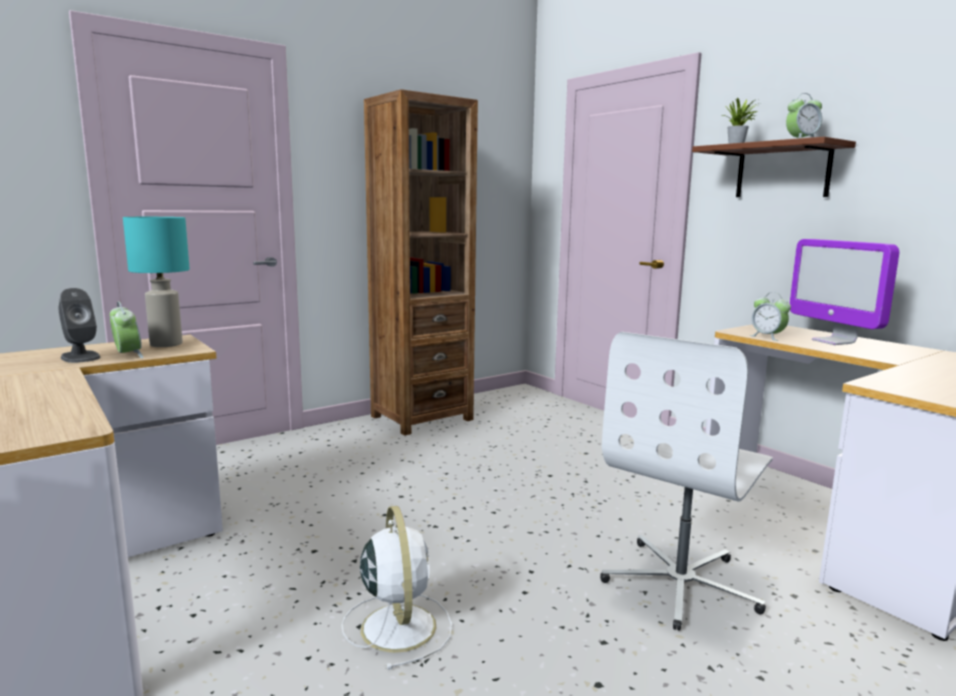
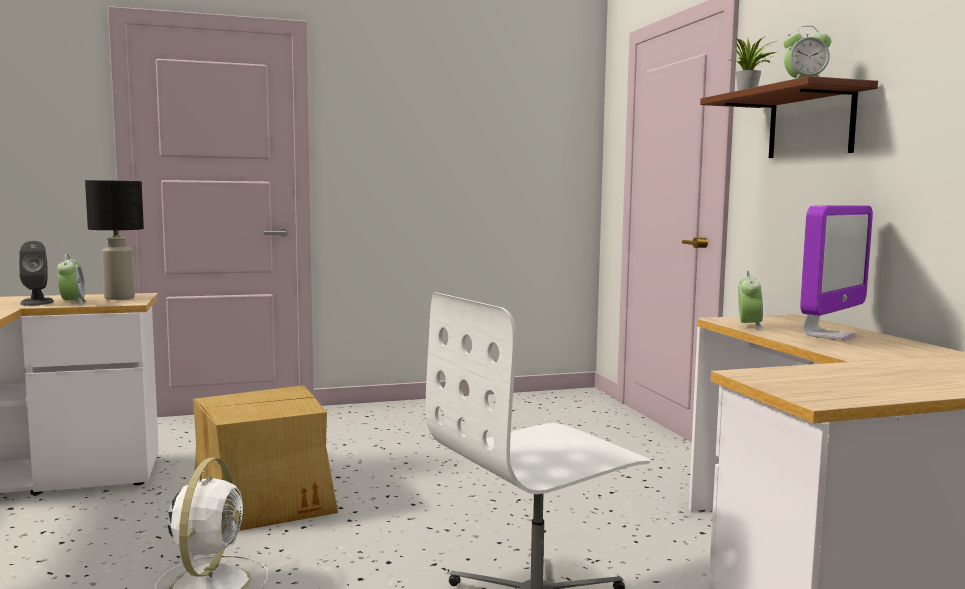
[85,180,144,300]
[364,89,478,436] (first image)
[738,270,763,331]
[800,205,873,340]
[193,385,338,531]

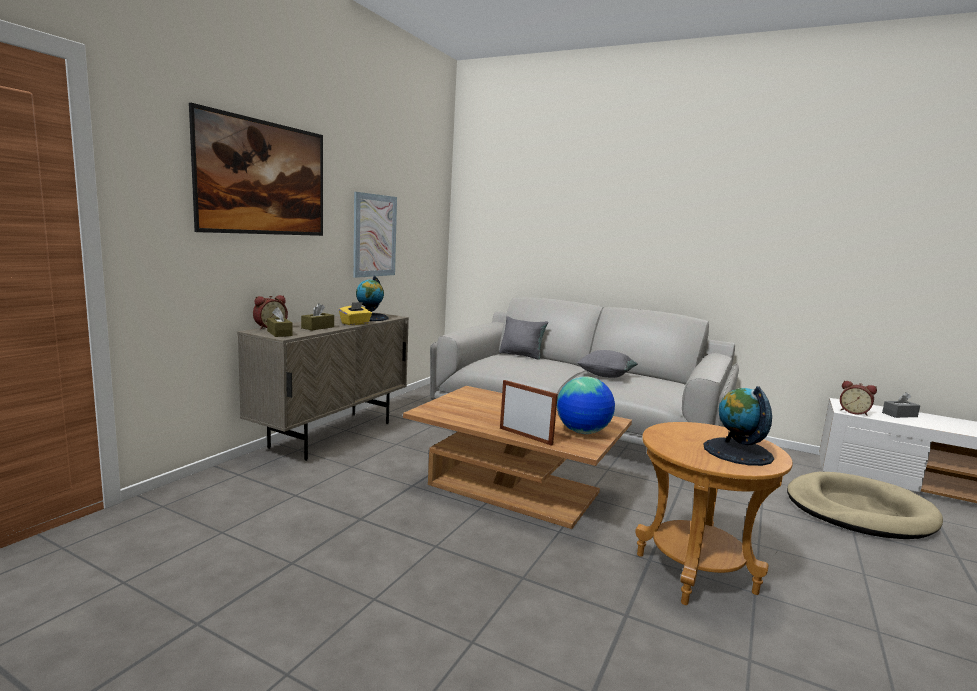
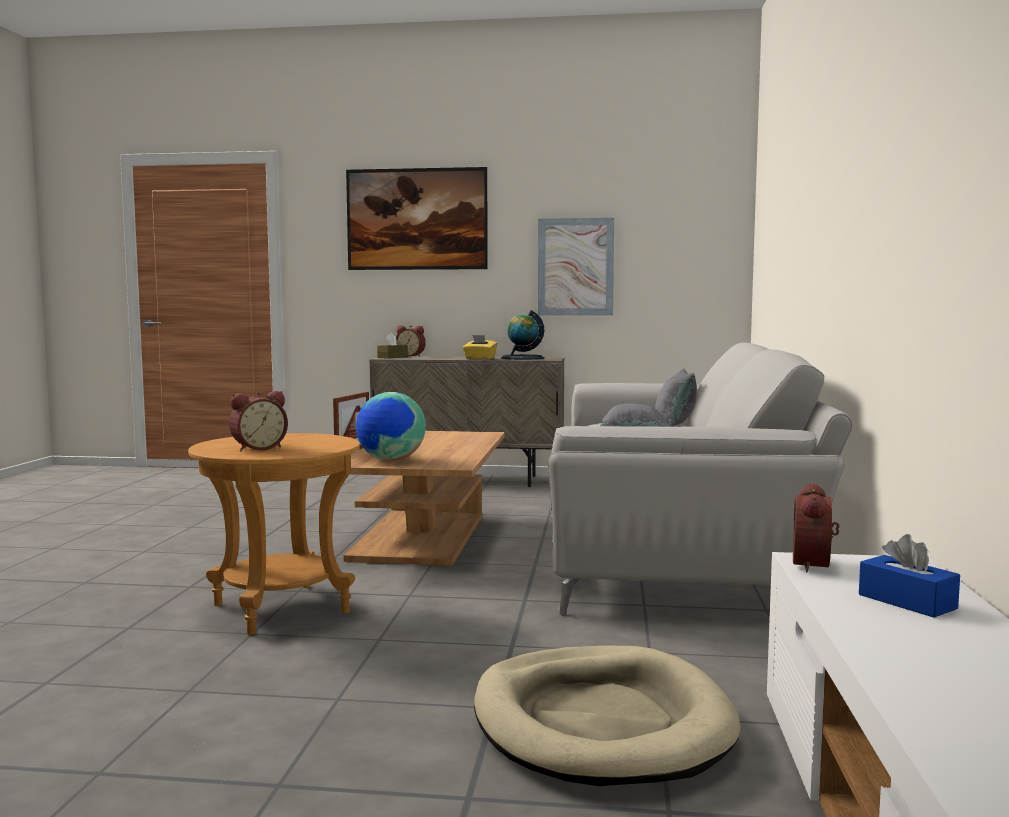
[301,303,334,330] (first image)
[229,391,288,451]
[859,534,960,618]

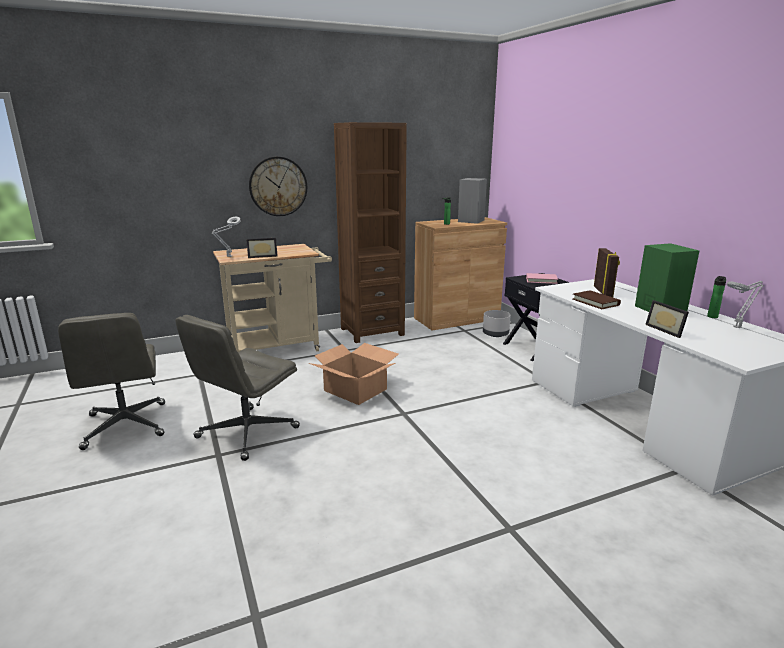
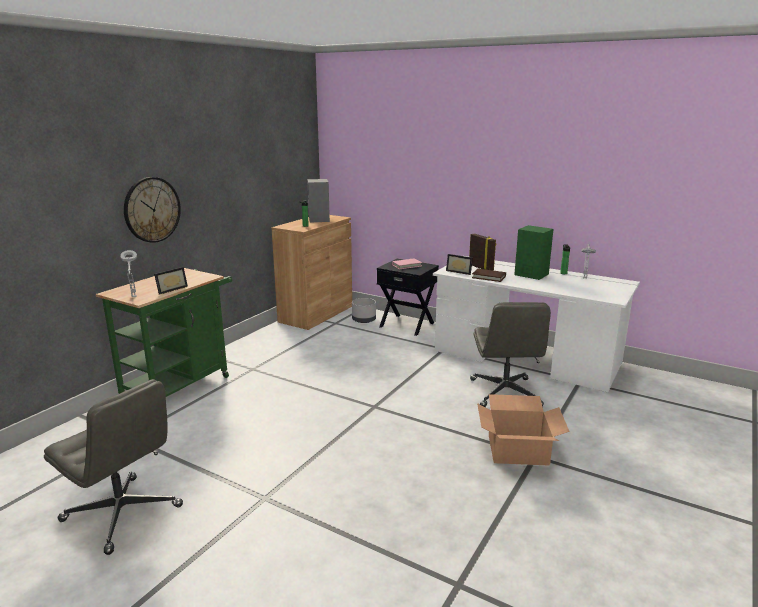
[470,302,551,407]
[96,268,232,397]
[477,394,570,466]
[334,122,407,343] (first image)
[446,254,473,275]

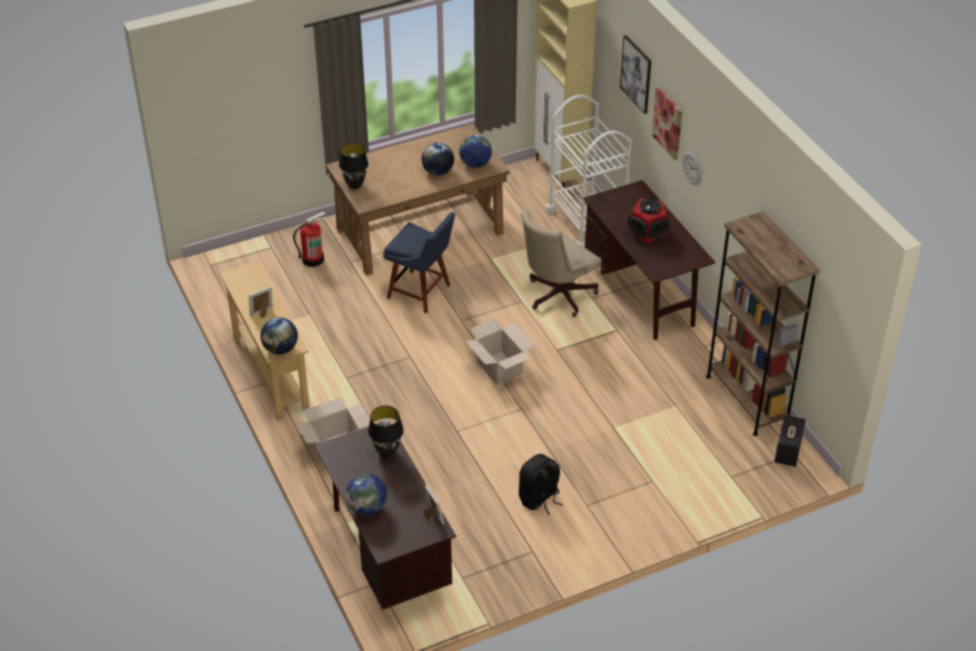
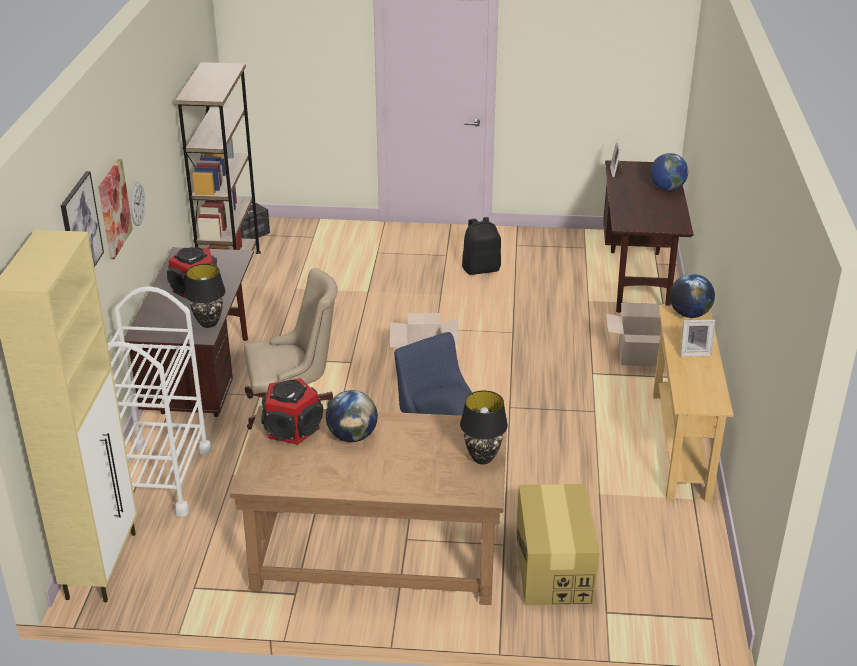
[516,484,599,605]
[185,264,226,328]
[261,378,323,445]

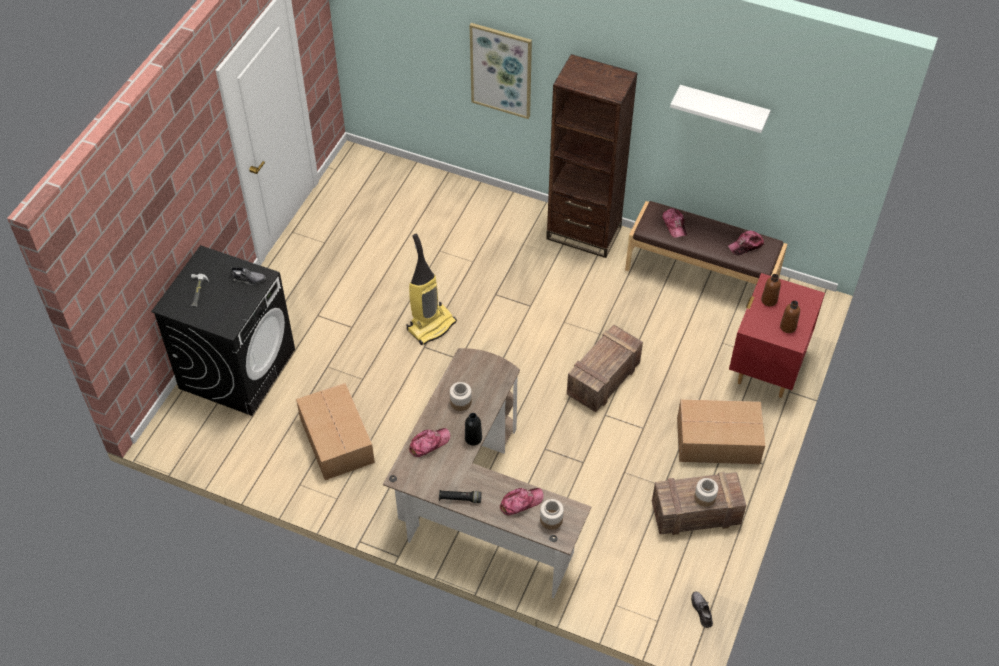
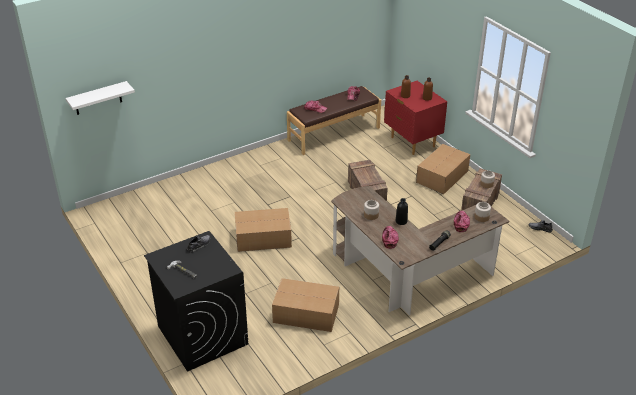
[235,208,292,252]
[470,23,532,119] (first image)
[546,54,638,258] (first image)
[66,81,135,115]

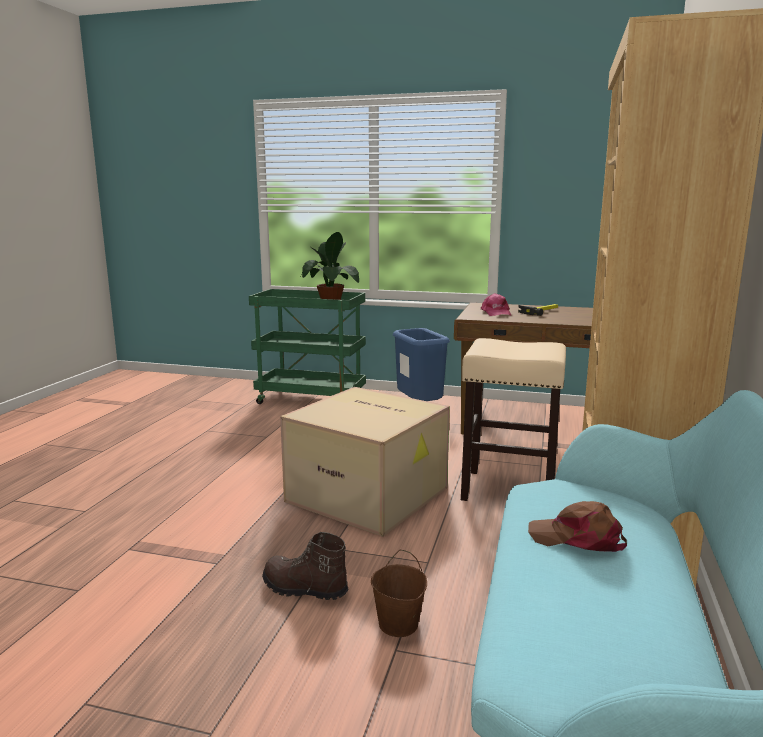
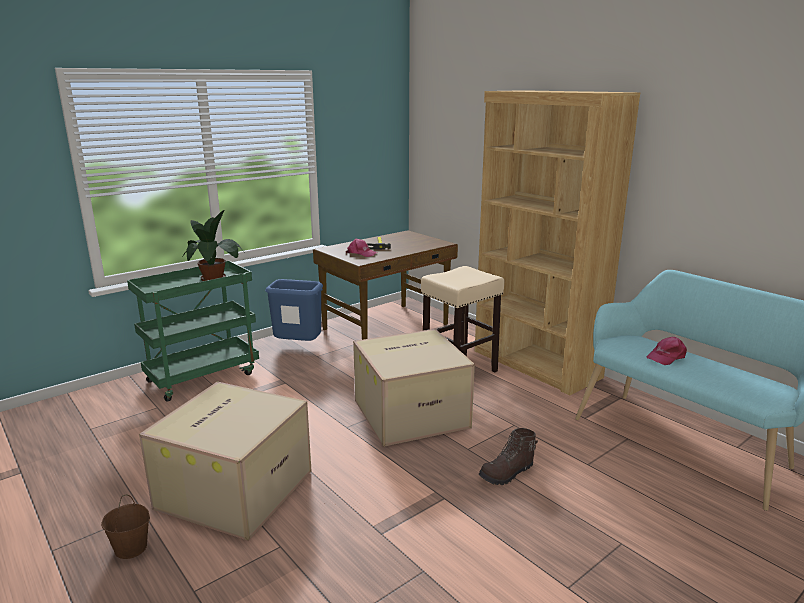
[101,495,150,559]
[647,337,687,365]
[139,381,311,541]

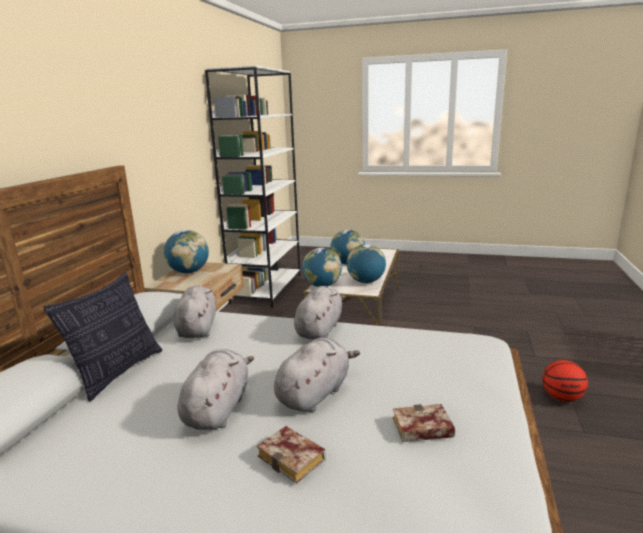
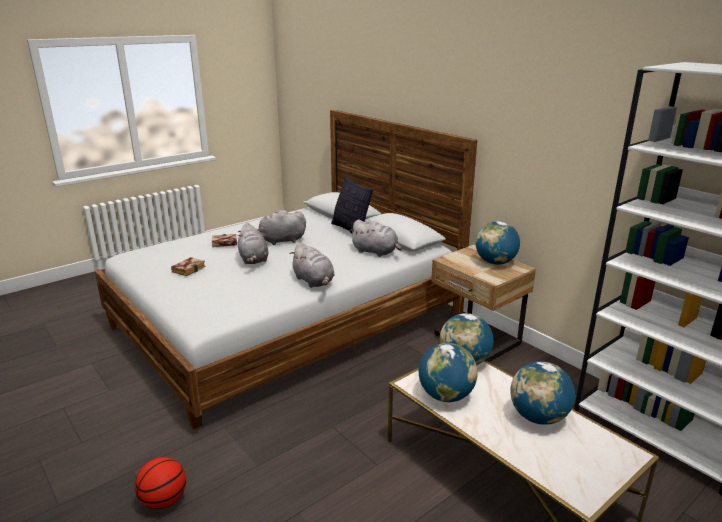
[258,210,306,245]

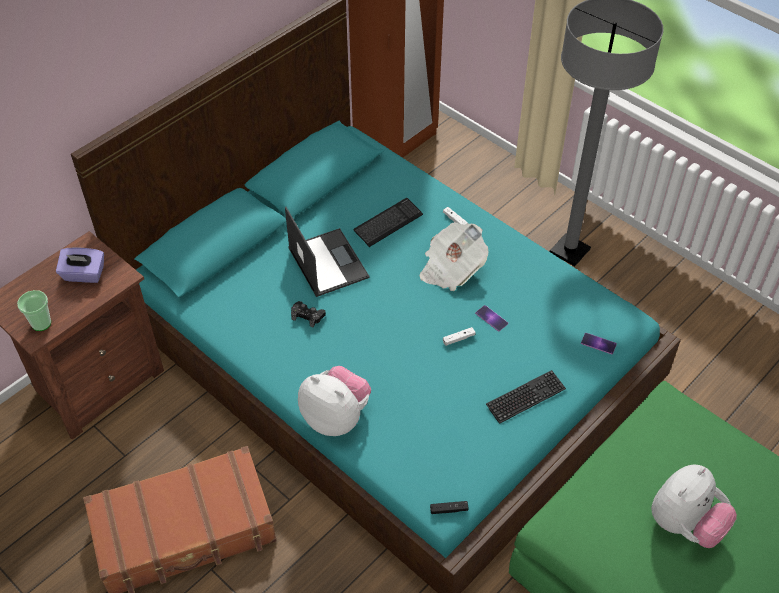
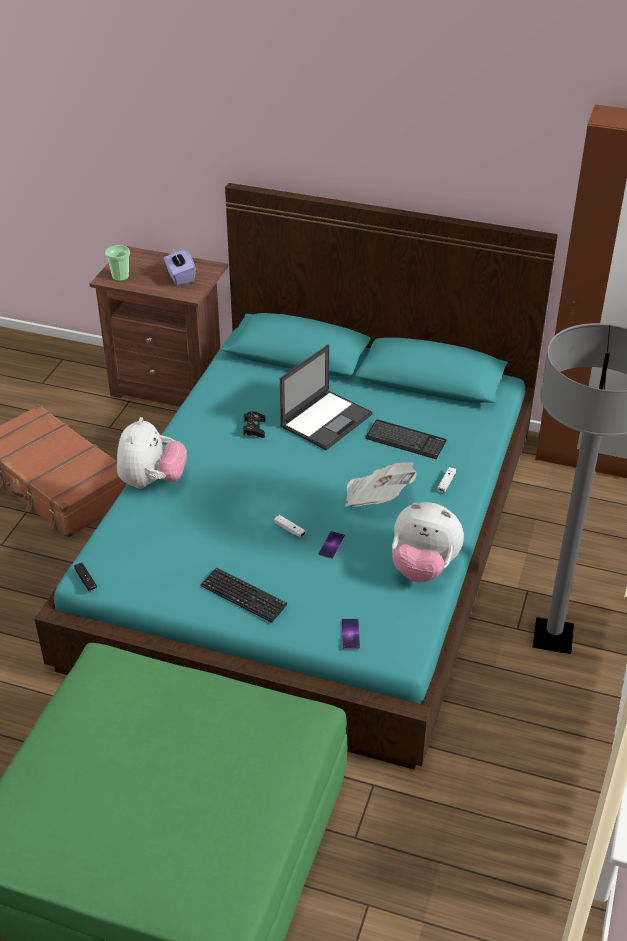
[392,502,464,582]

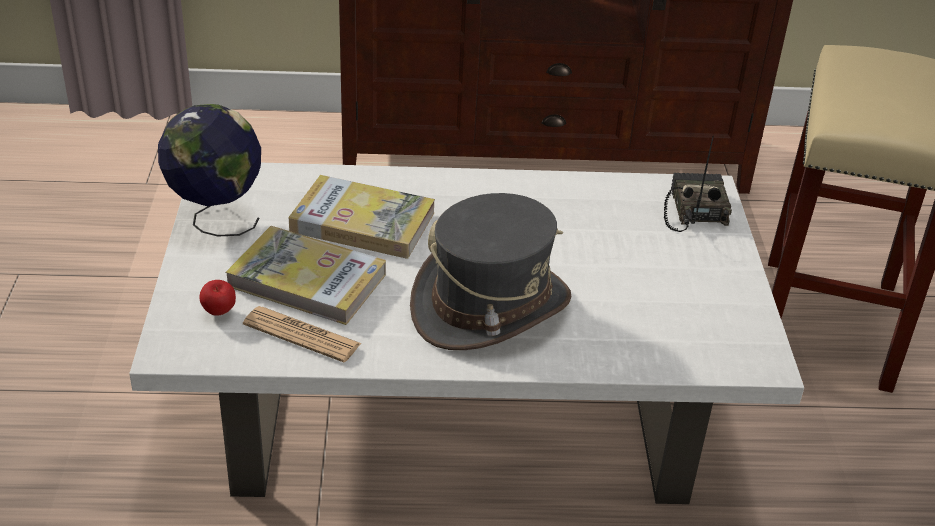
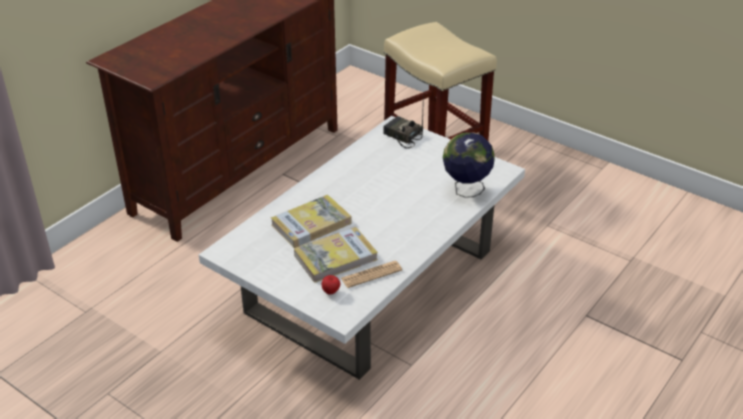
[443,133,495,198]
[410,193,571,350] (first image)

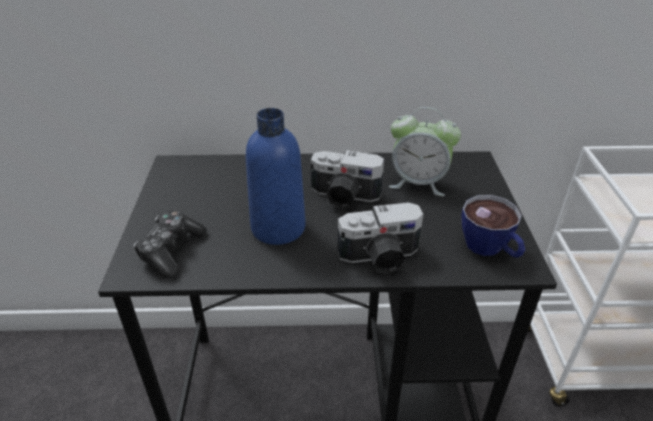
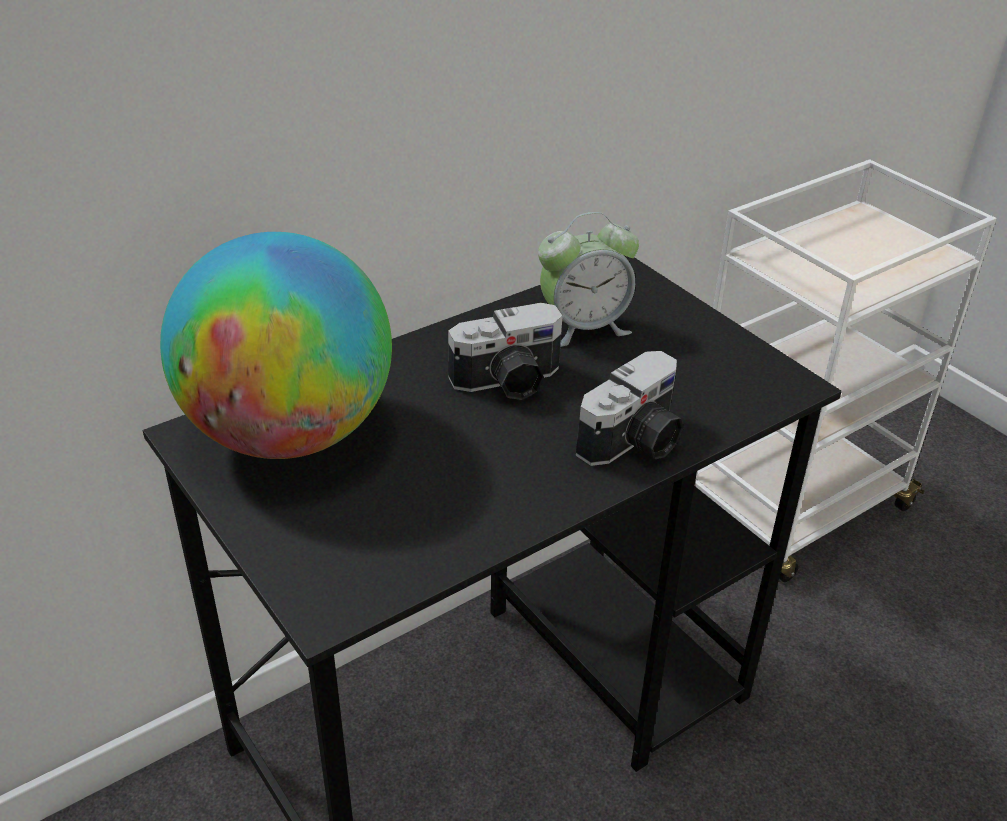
[133,210,207,279] (first image)
[246,108,306,245] (first image)
[462,195,525,258] (first image)
[160,232,392,459]

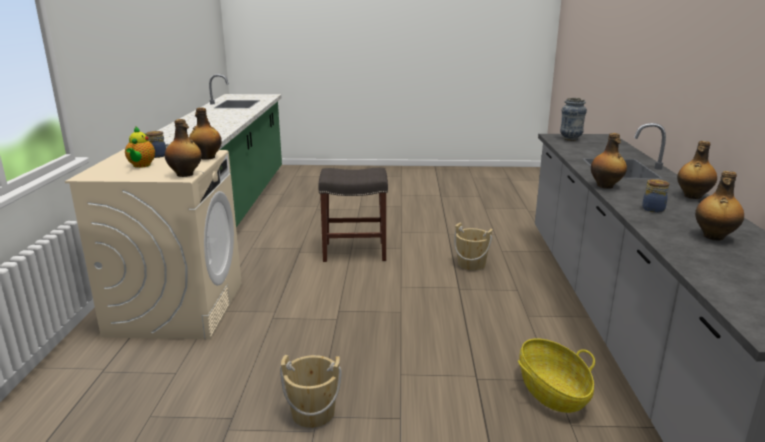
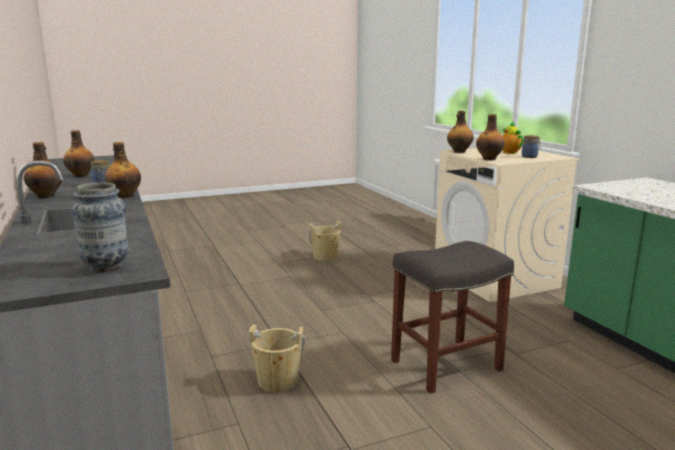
[518,338,595,413] (first image)

